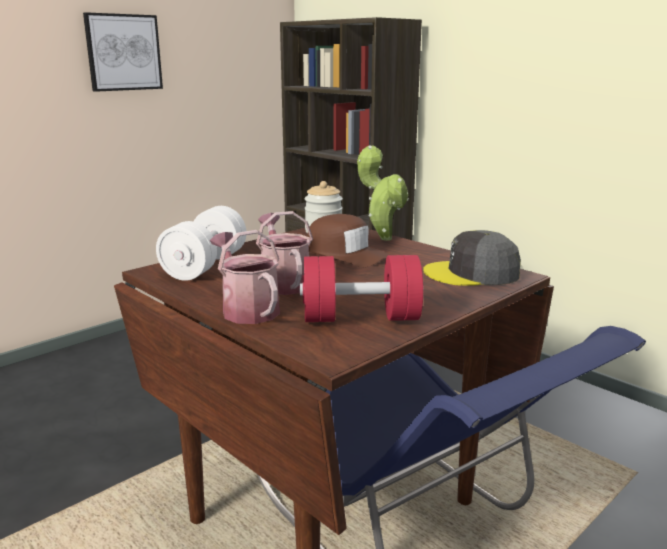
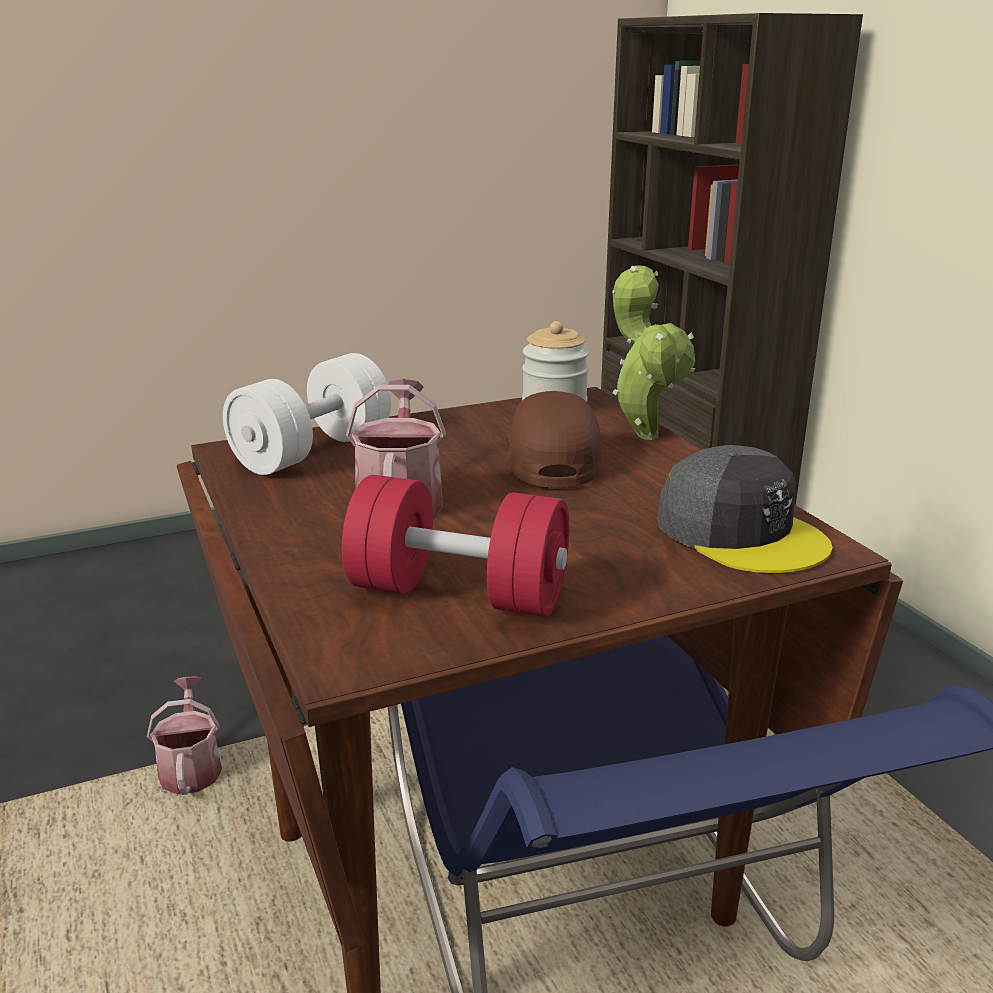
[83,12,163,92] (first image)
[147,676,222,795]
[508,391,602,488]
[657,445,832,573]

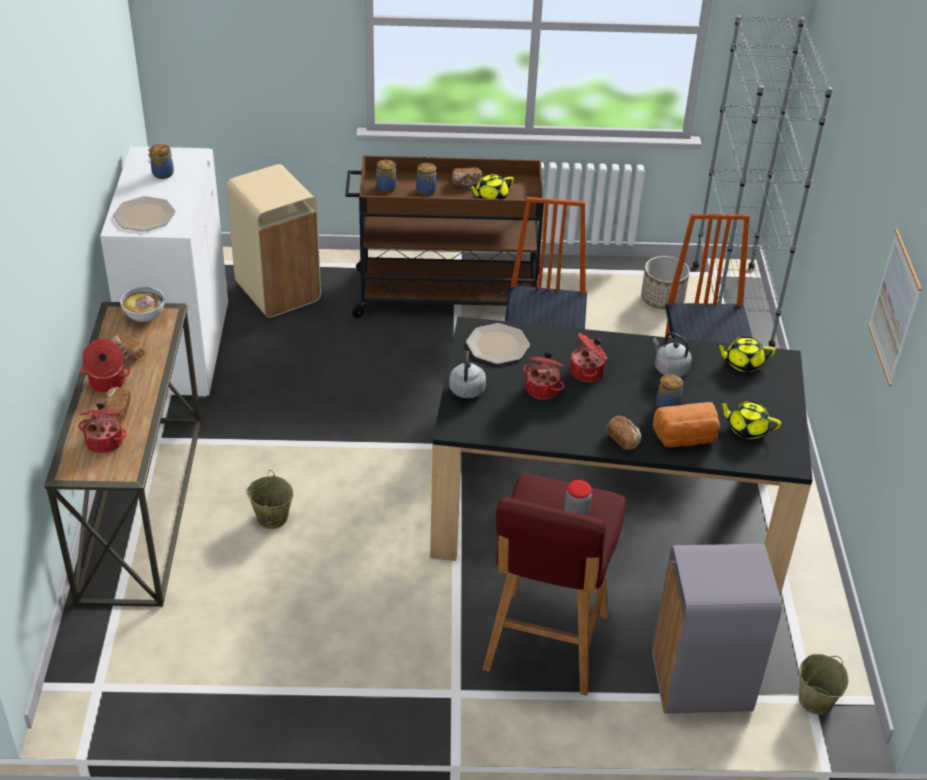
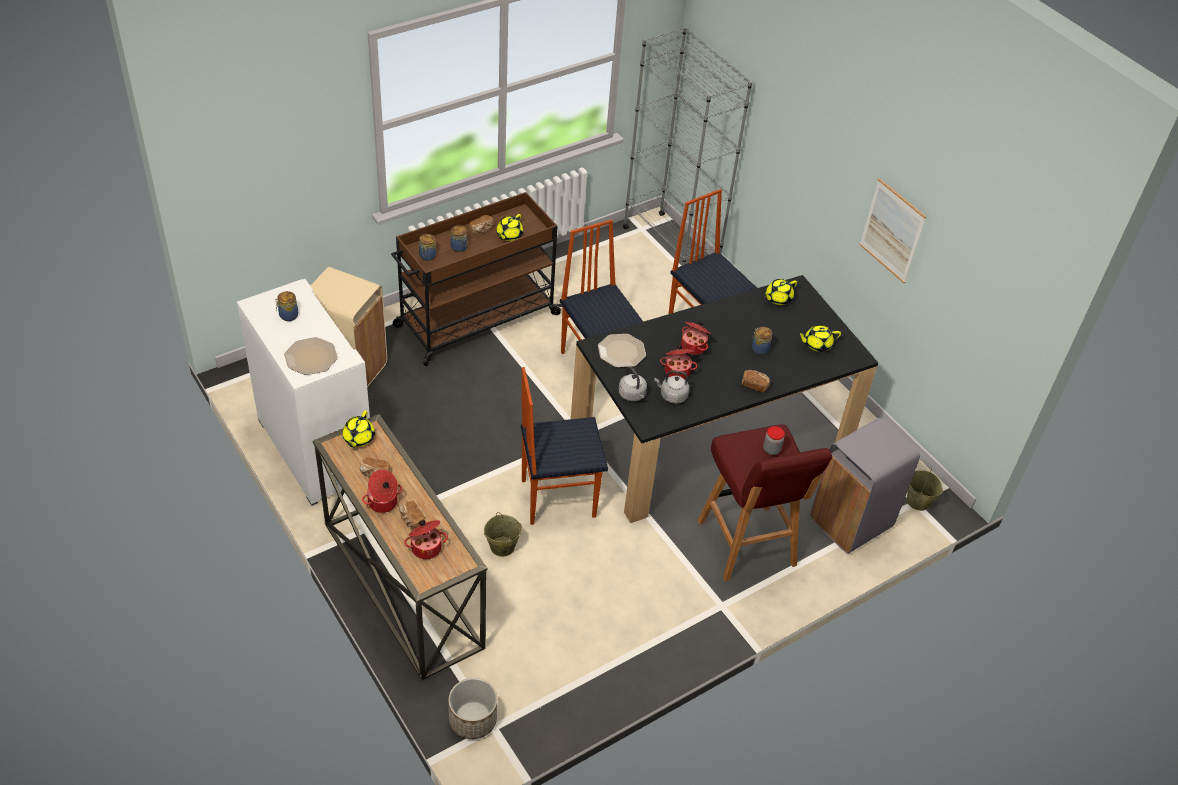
[342,411,375,447]
[448,678,497,739]
[654,370,689,404]
[653,402,721,447] (first image)
[521,367,608,525]

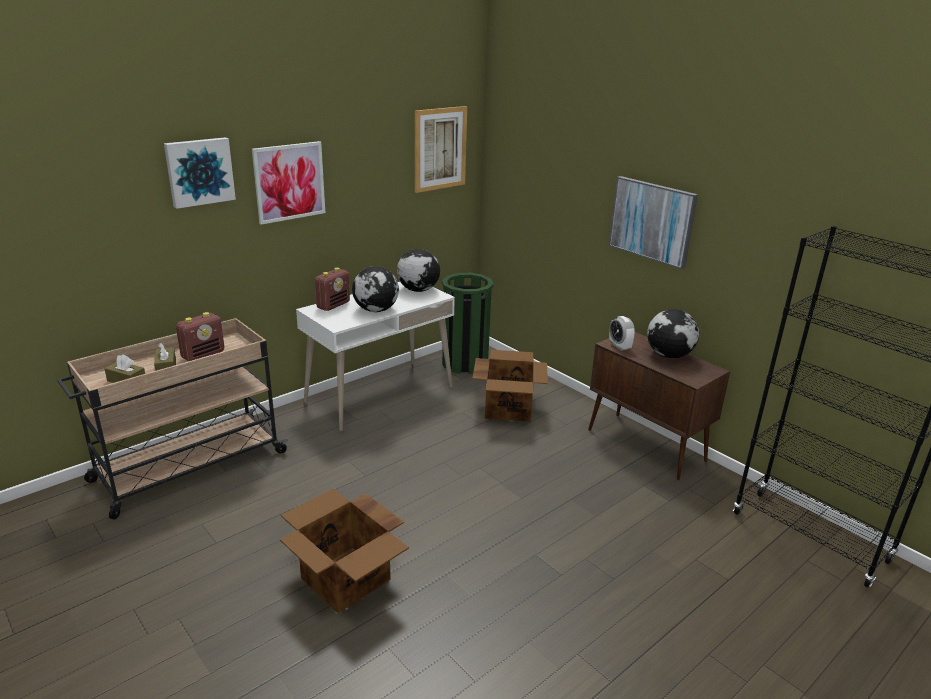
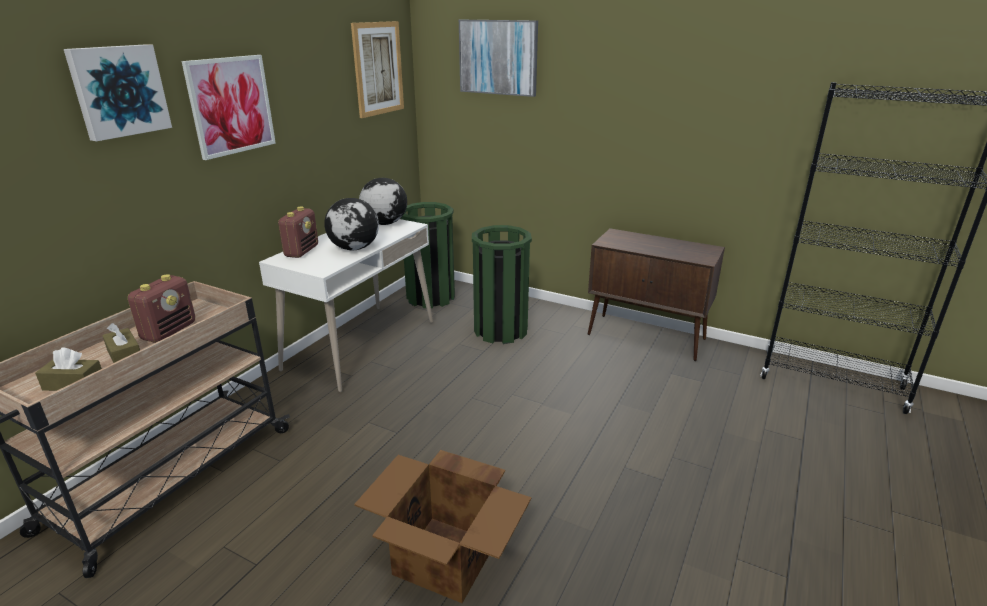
[472,225,532,344]
[459,20,538,97]
[609,316,635,351] (first image)
[647,309,699,358] (first image)

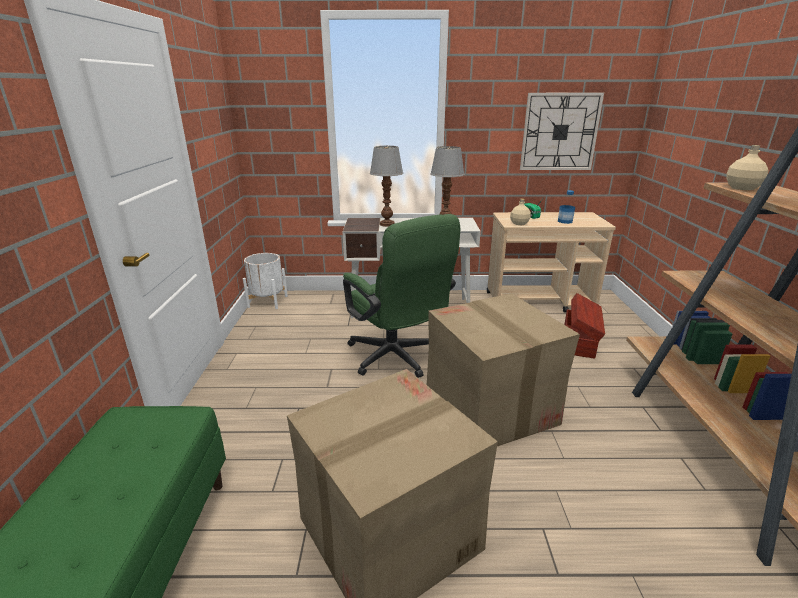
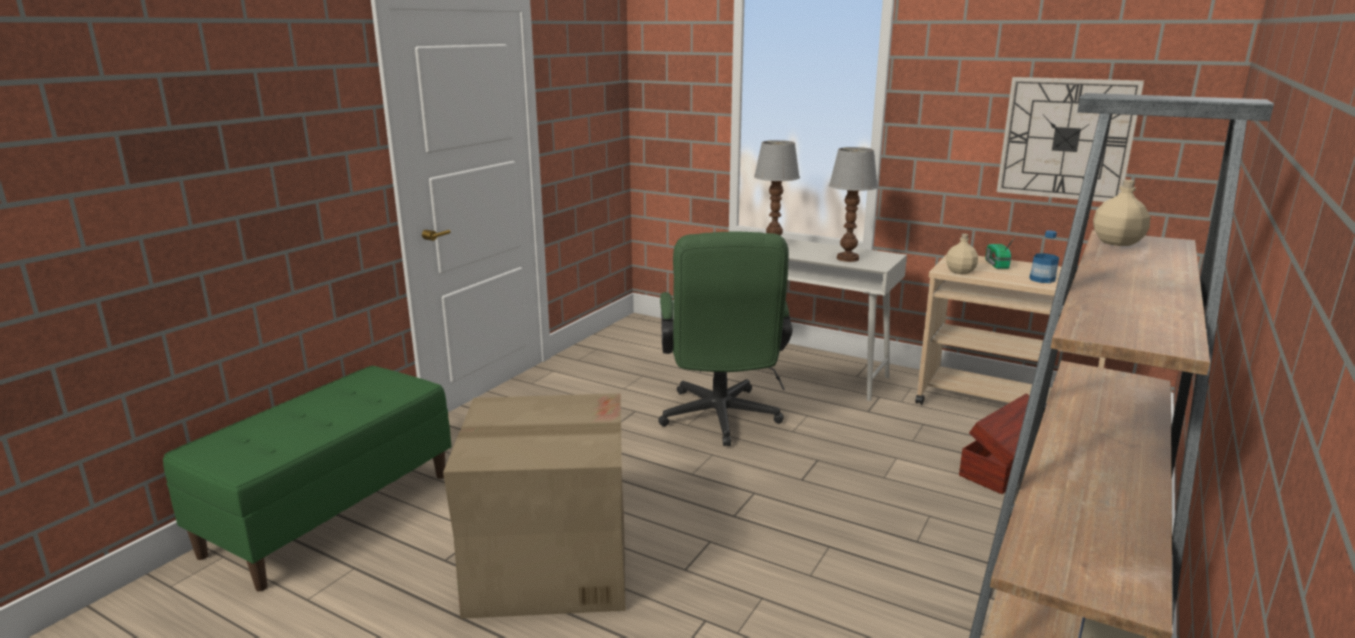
[243,253,288,309] (first image)
[427,294,580,446] (first image)

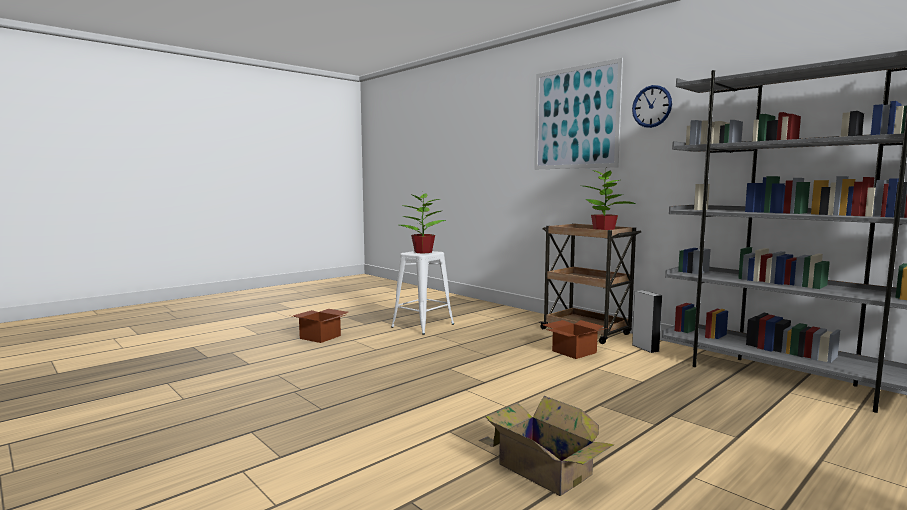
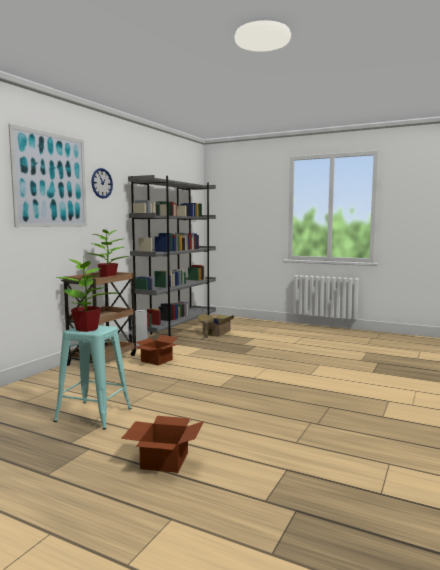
[54,325,132,429]
[198,313,235,340]

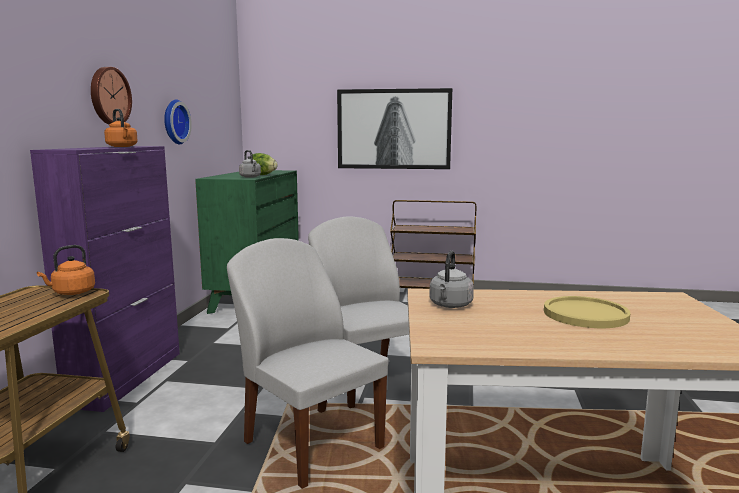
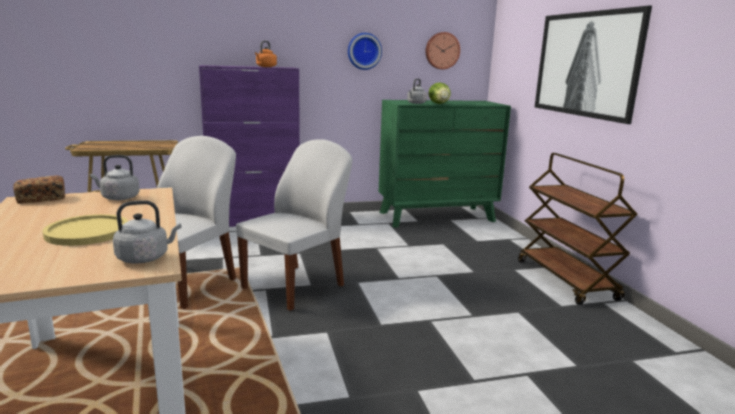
[37,245,95,295] (first image)
[426,32,460,69]
[13,176,65,204]
[113,200,181,263]

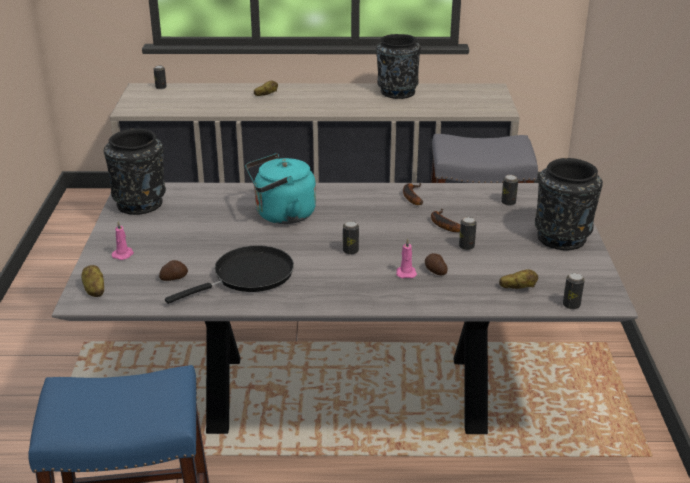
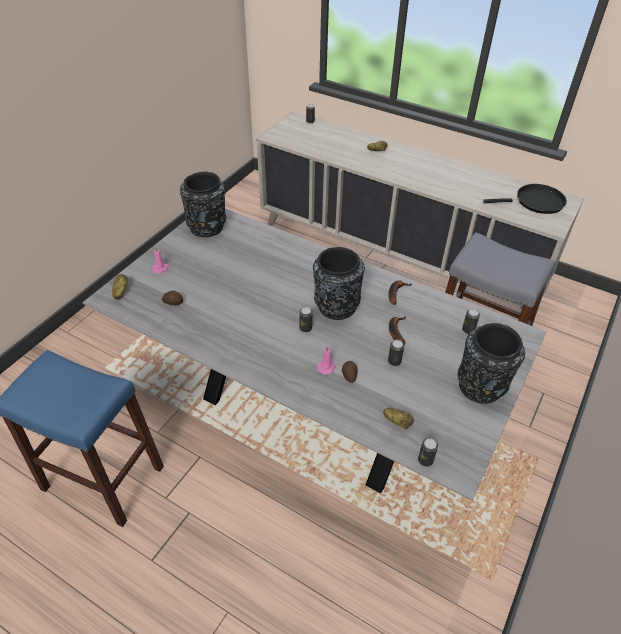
[483,184,567,214]
[245,153,316,224] (first image)
[313,247,365,320]

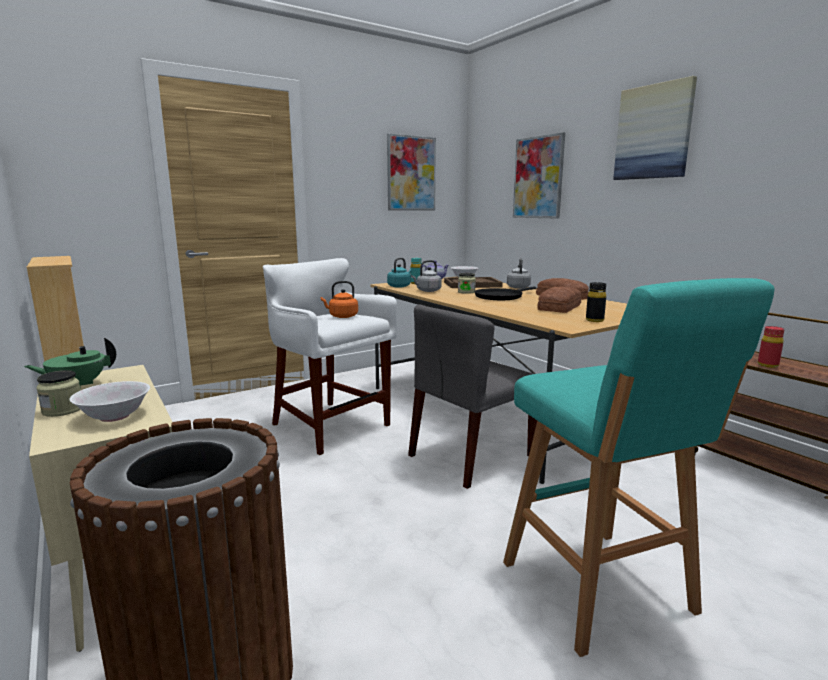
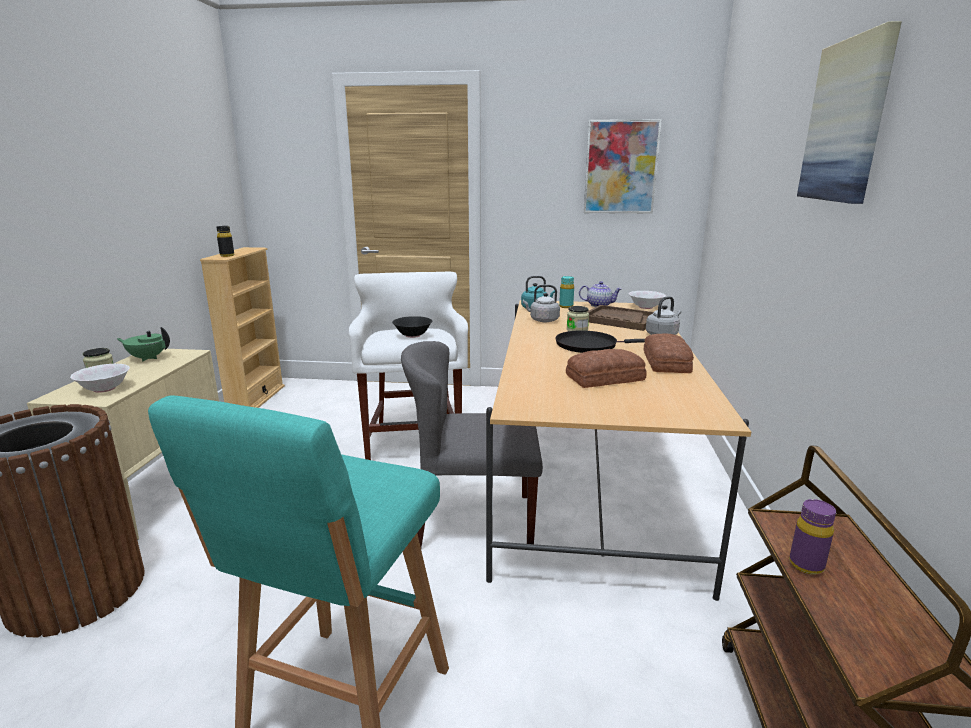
[392,316,432,338]
[513,133,565,219] (first image)
[216,226,234,257]
[789,499,836,575]

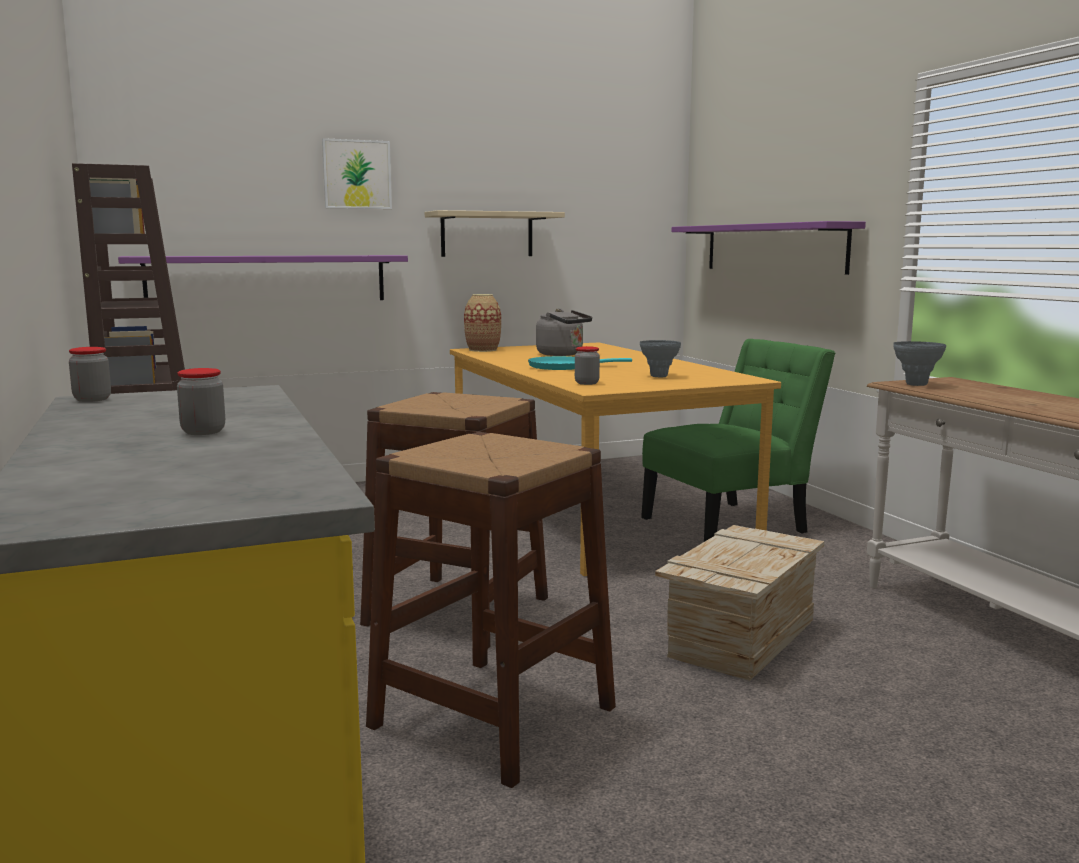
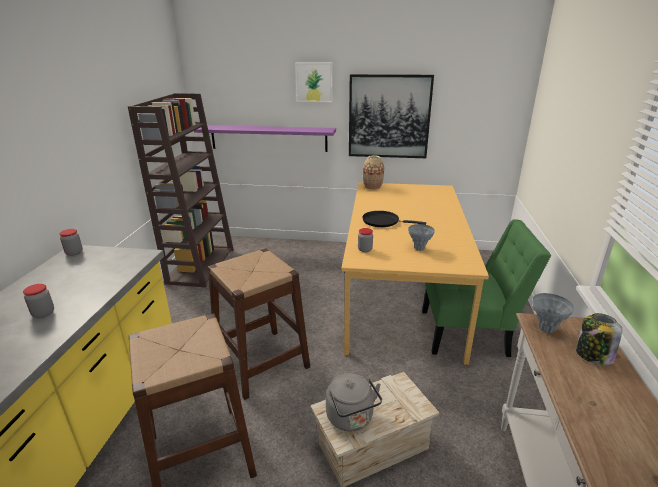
[349,74,434,158]
[362,211,426,227]
[326,373,382,431]
[672,221,866,275] (first image)
[576,313,623,365]

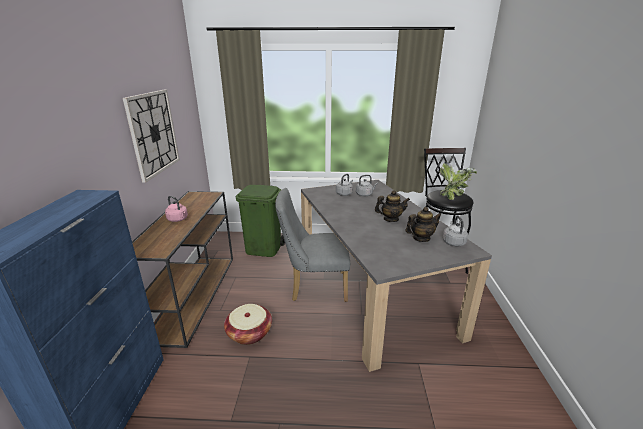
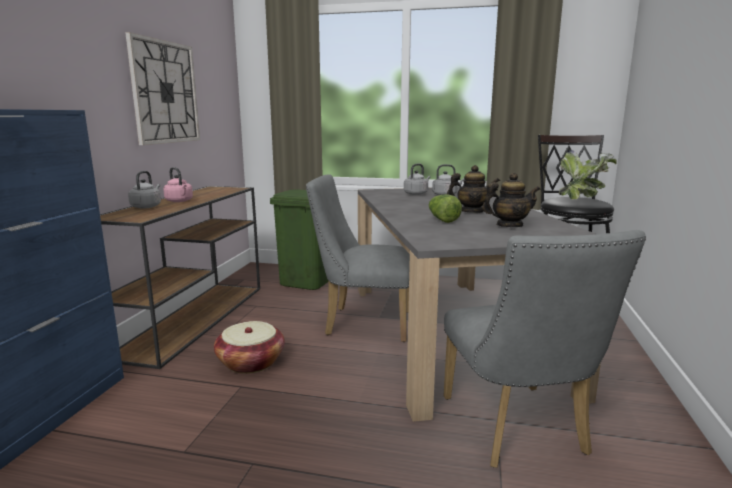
[128,171,161,208]
[429,194,462,223]
[444,230,646,468]

